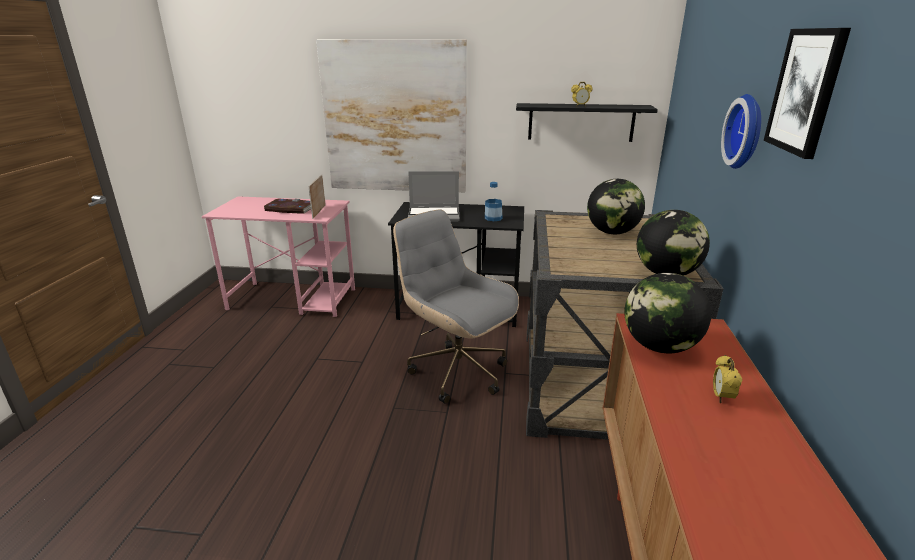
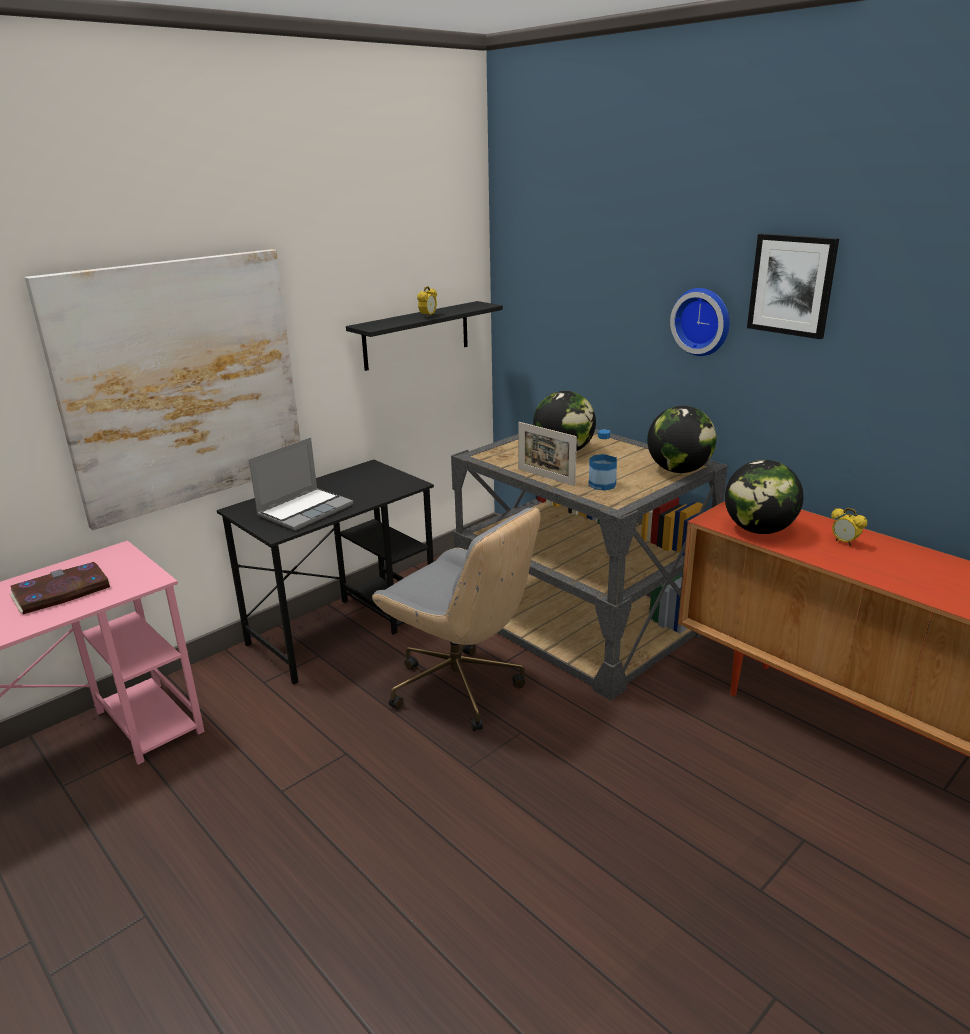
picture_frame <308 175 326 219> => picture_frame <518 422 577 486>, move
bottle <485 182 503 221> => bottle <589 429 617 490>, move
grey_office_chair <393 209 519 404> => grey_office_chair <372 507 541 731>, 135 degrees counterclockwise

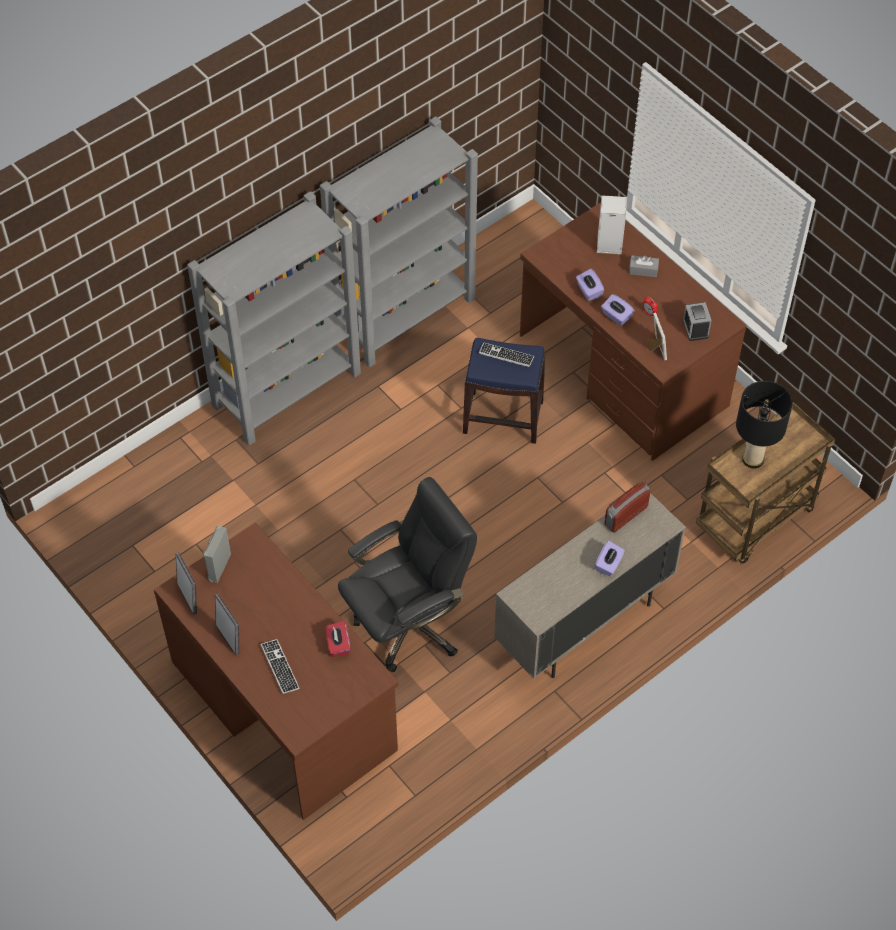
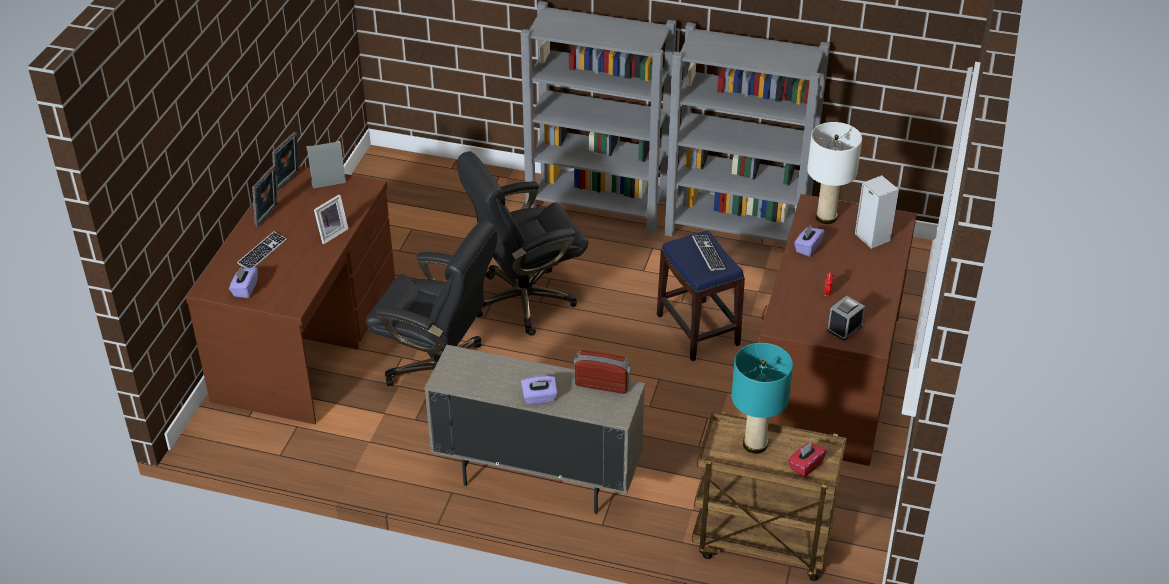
grey_tissue_box <629 256 659 277> => nothing
purple_tissue_box <601 294 635 326> => purple_tissue_box <229 266 258 298>, move
picture_frame <647 313 667 360> => picture_frame <314 195 348 244>, move
black_table_lamp <736 381 793 469> => turquoise_table_lamp <731 343 793 454>
red_tissue_box <326 621 350 657> => red_tissue_box <788 442 827 477>, move
nothing => white_table_lamp <807 122 862 224>
nothing => black_office_chair <457 151 588 336>

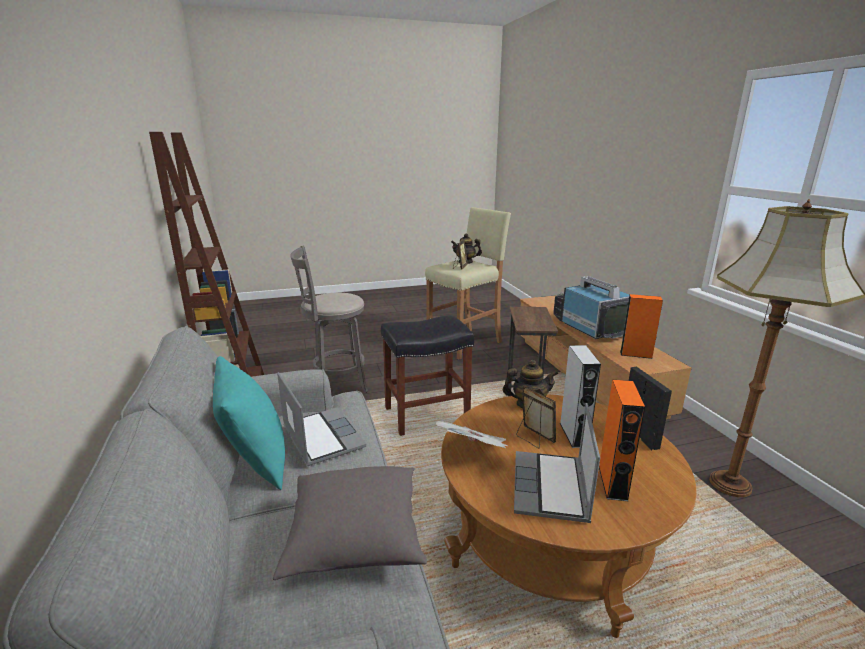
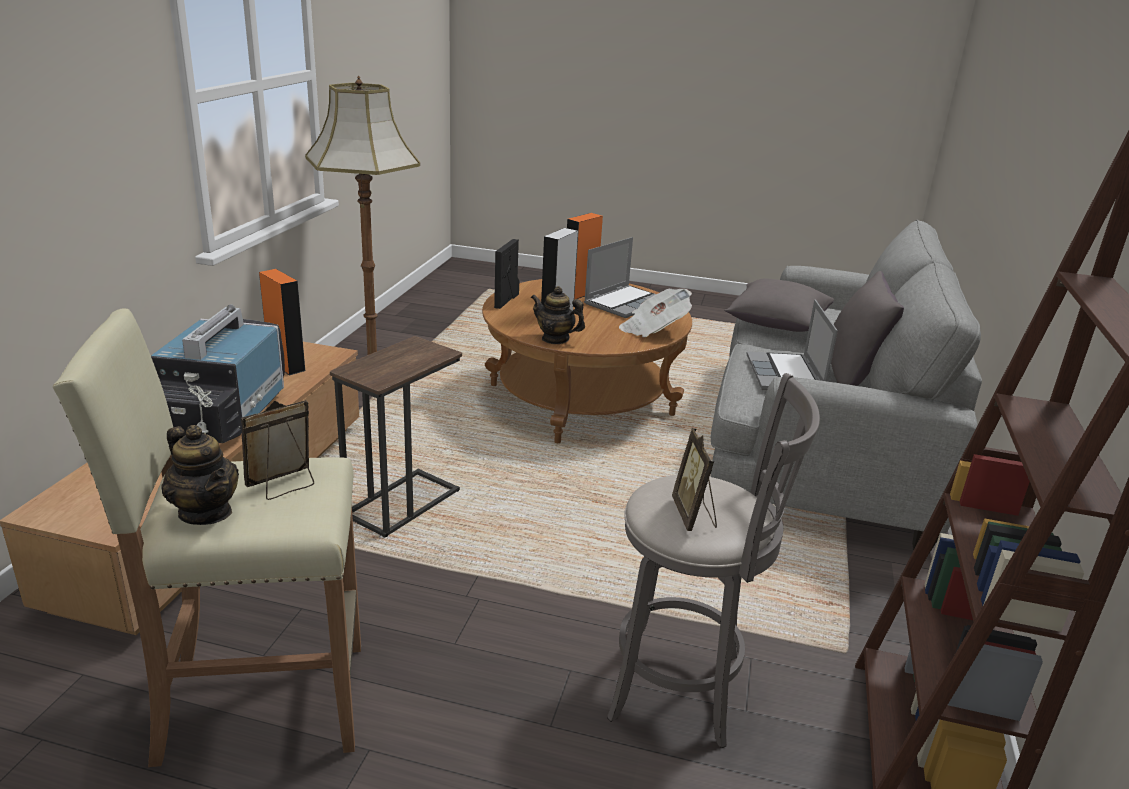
black_stool <381 315 474 436> => nothing
turquoise_pillow <213 356 285 490> => grey_pillow <831 271 904 386>
picture_frame <516 386 556 449> => picture_frame <672 428 717 531>, move

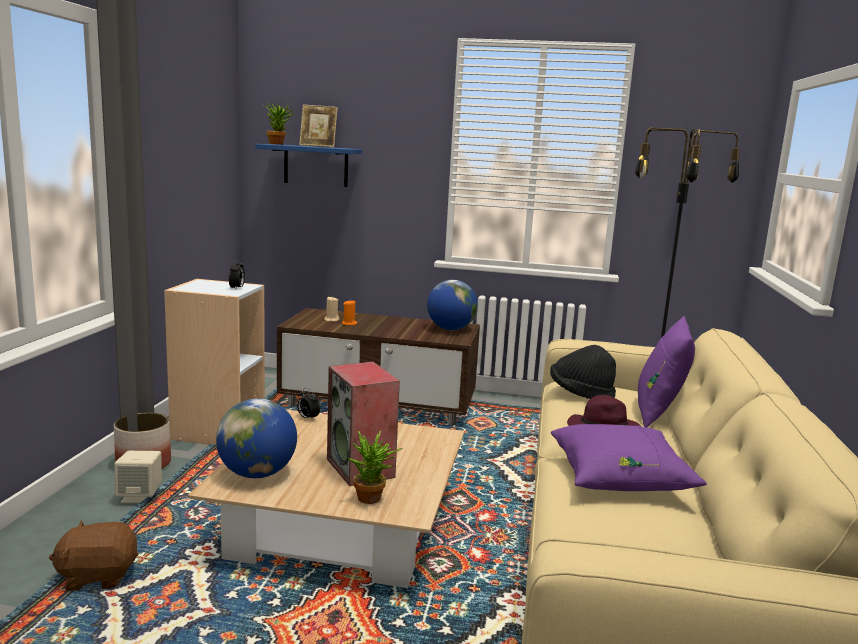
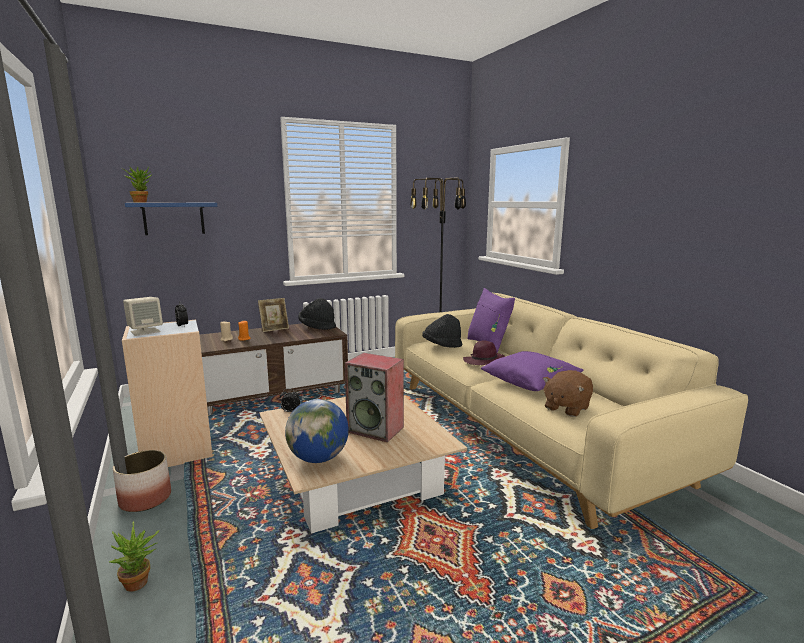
picture_frame <299 104 338 147> => picture_frame <258 298 289 332>, move
globe <427 280 478 330> => black_hat <298 298 336 330>
potted_plant <348 431 402 504> => potted_plant <109 521 160 592>, move
beige_speaker <114 451 162 504> => beige_speaker <123 297 163 336>, move
brown_plush_toy <49 521 138 591> => brown_plush_toy <543 370 593 417>, move

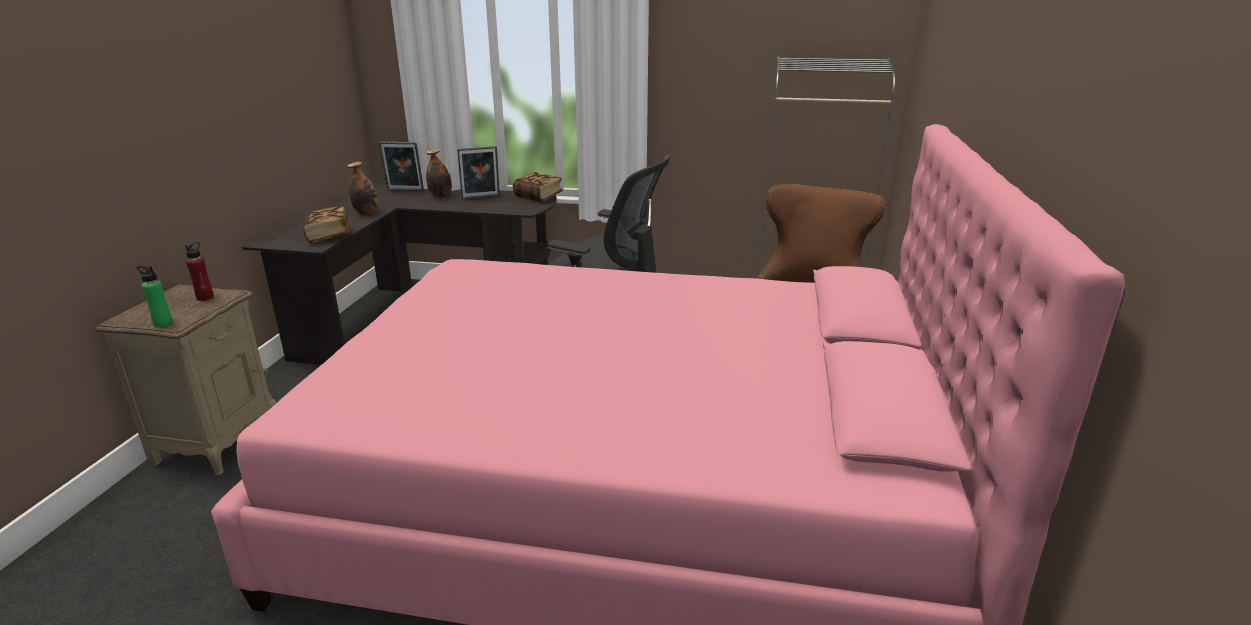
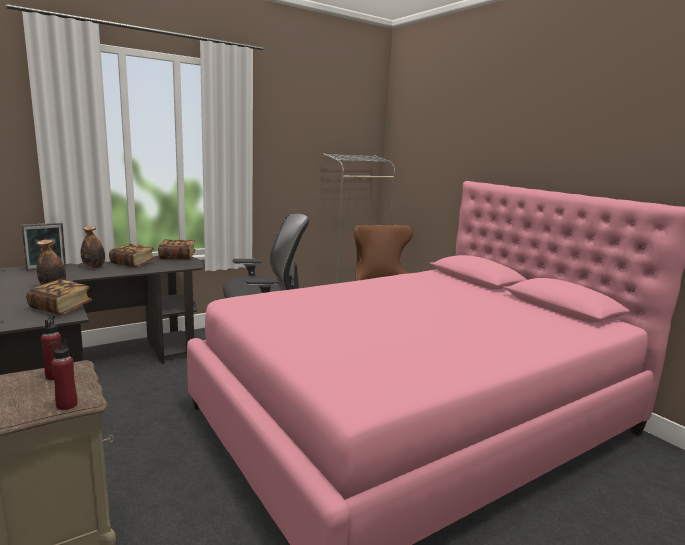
picture_frame <457 146 500 199> => book <109 244 155 267>
green_bottle <137 266 173 328> => red_bottle <49 340 77 410>

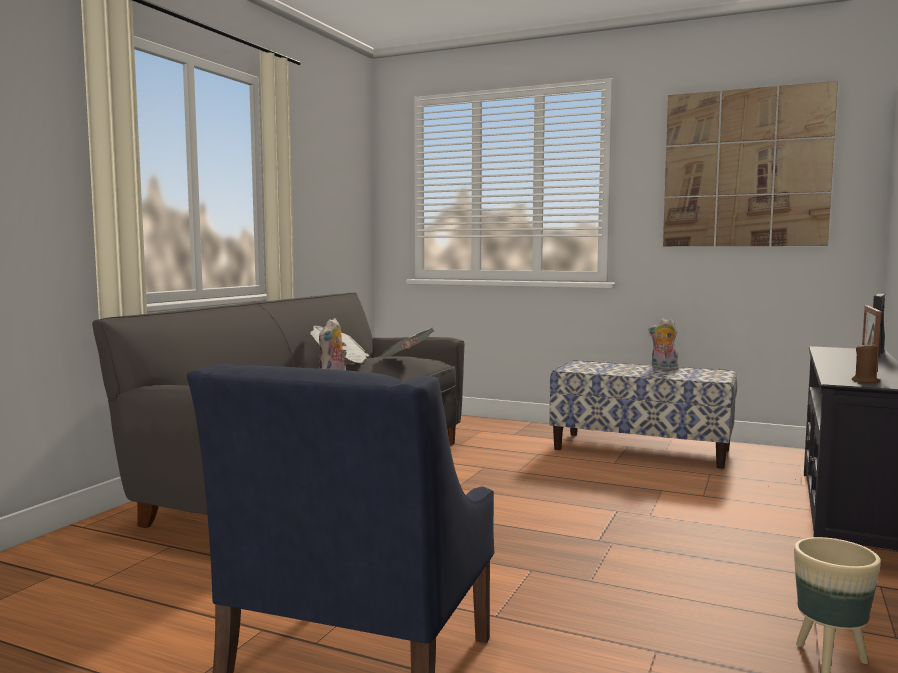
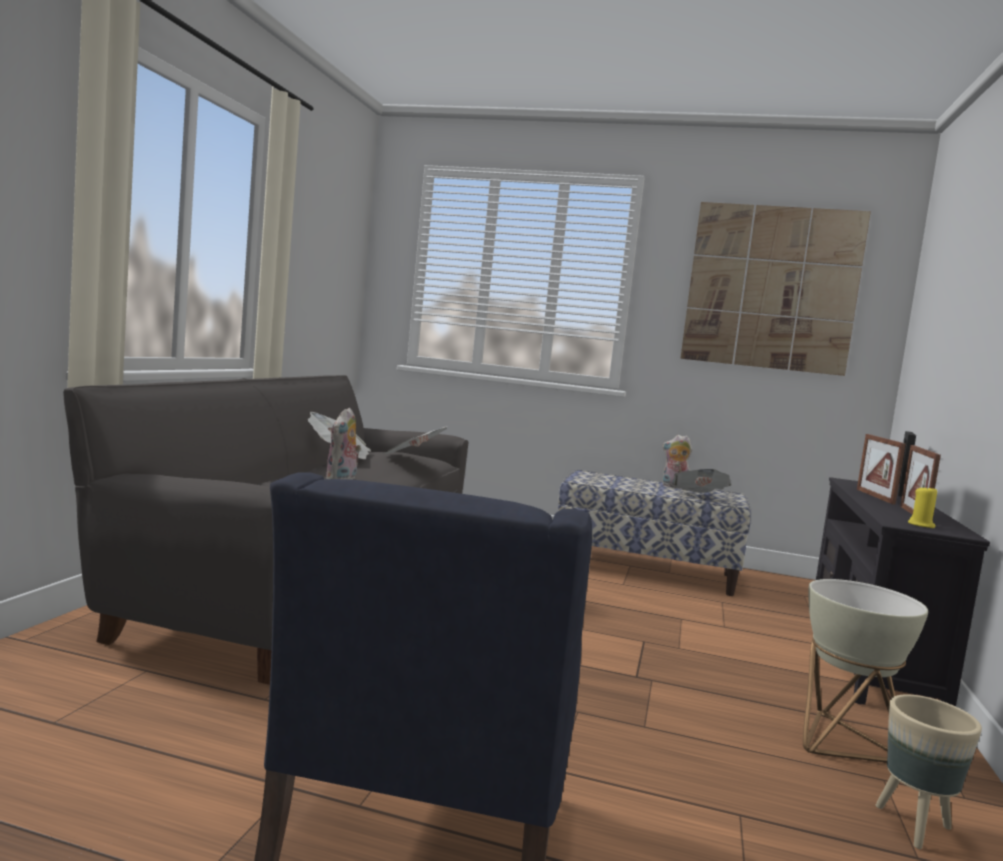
brown_candle <852 343 880 383> => yellow_candle <908 485 937 528>
nothing => picture_frame <857 434 906 505>
nothing => newspaper <674 469 731 493>
nothing => planter <803 579 928 763>

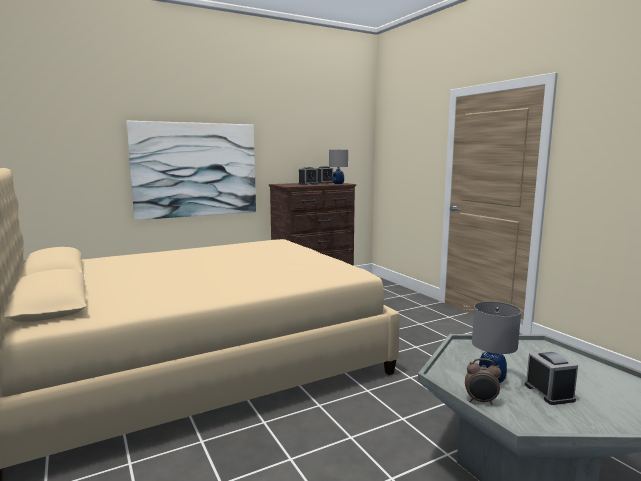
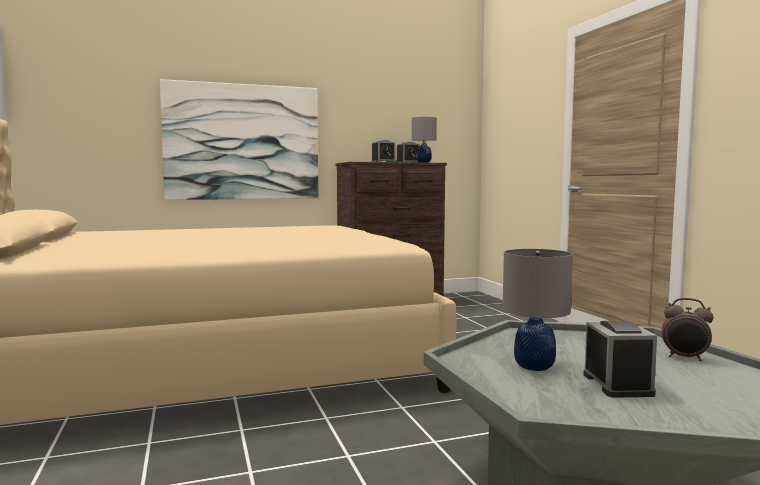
alarm_clock <465 358 501 405> => alarm_clock <662 298 714 361>, move

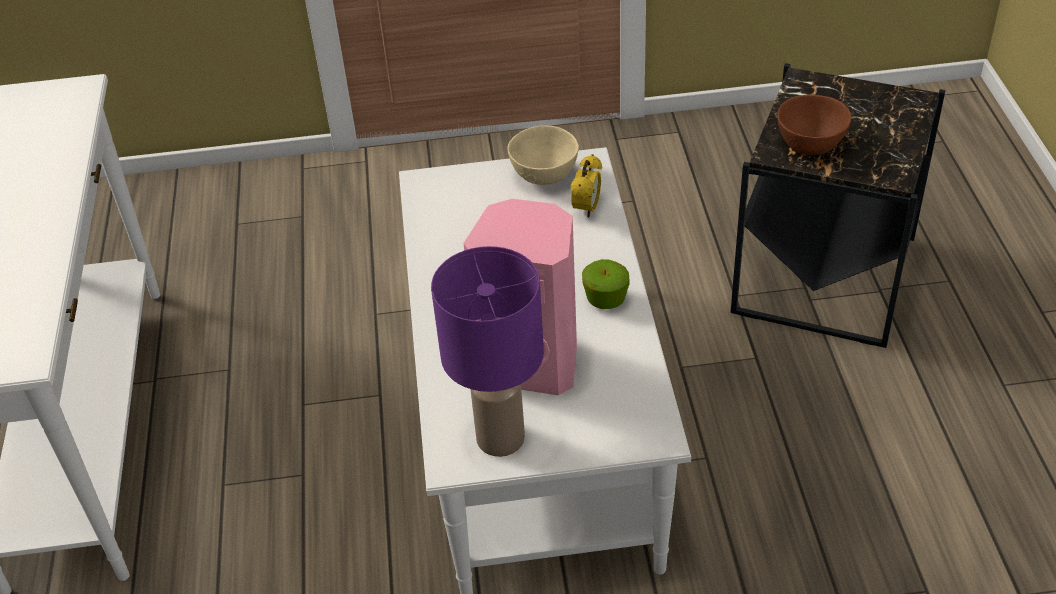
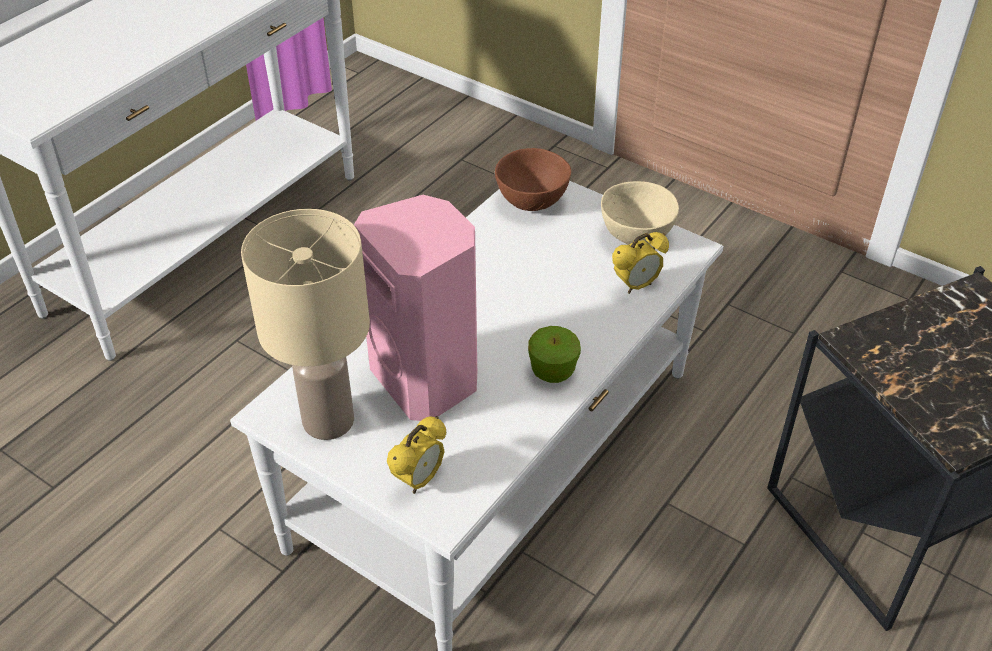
brown_bowl <777 94 851 155> => brown_bowl <495 148 571 211>, move
purple_table_lamp <431 246 544 457> => beige_table_lamp <241 209 370 440>
nothing => alarm_clock <387 416 446 494>

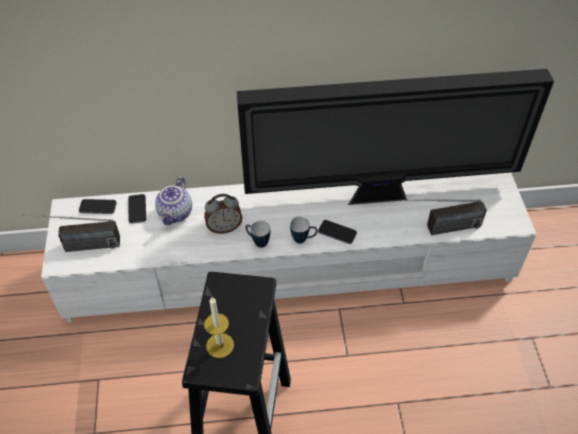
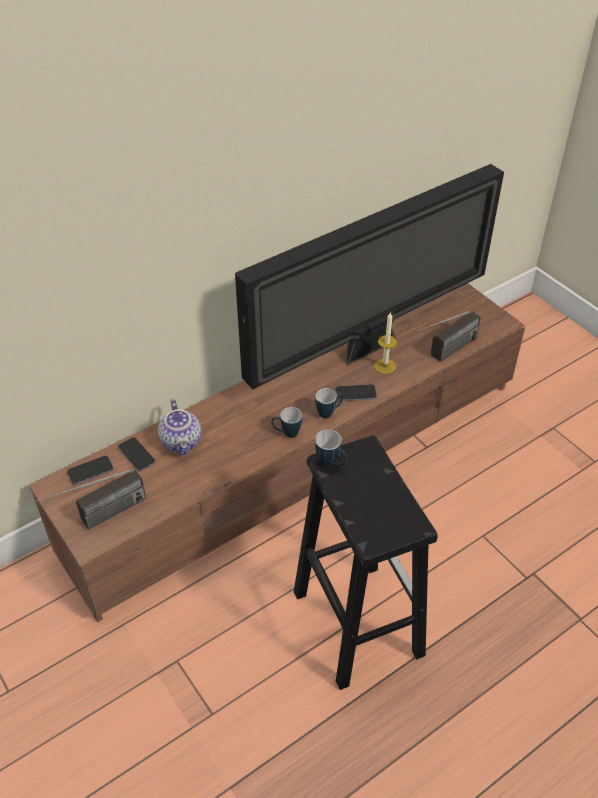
white_tv_stand <41 172 536 322> => brown_tv_stand <29 283 525 622>
alarm_clock <204 194 242 234> => nothing
candle <204 297 234 358> => candle <374 312 397 374>, move
nothing => mug <315 429 347 466>

